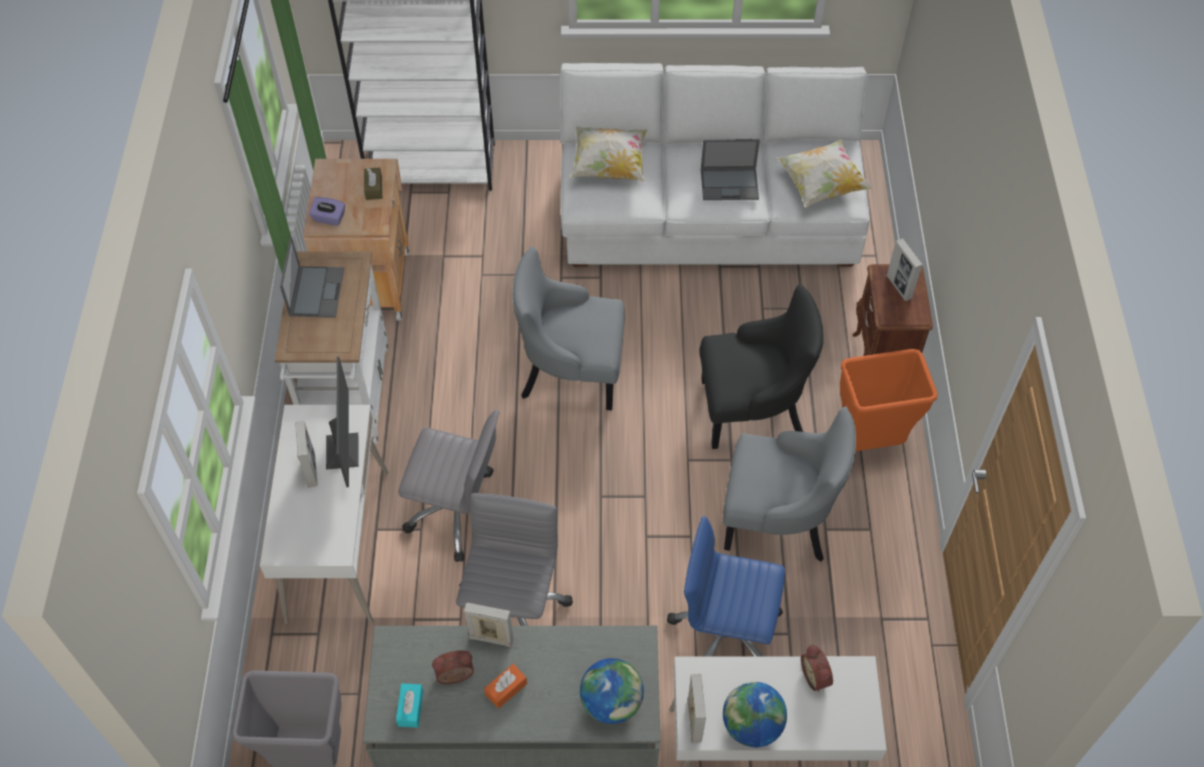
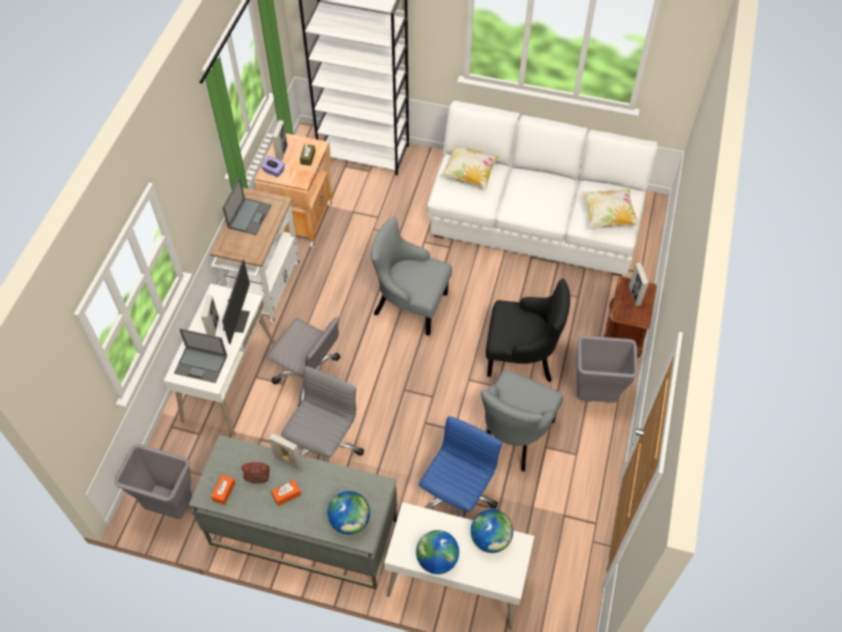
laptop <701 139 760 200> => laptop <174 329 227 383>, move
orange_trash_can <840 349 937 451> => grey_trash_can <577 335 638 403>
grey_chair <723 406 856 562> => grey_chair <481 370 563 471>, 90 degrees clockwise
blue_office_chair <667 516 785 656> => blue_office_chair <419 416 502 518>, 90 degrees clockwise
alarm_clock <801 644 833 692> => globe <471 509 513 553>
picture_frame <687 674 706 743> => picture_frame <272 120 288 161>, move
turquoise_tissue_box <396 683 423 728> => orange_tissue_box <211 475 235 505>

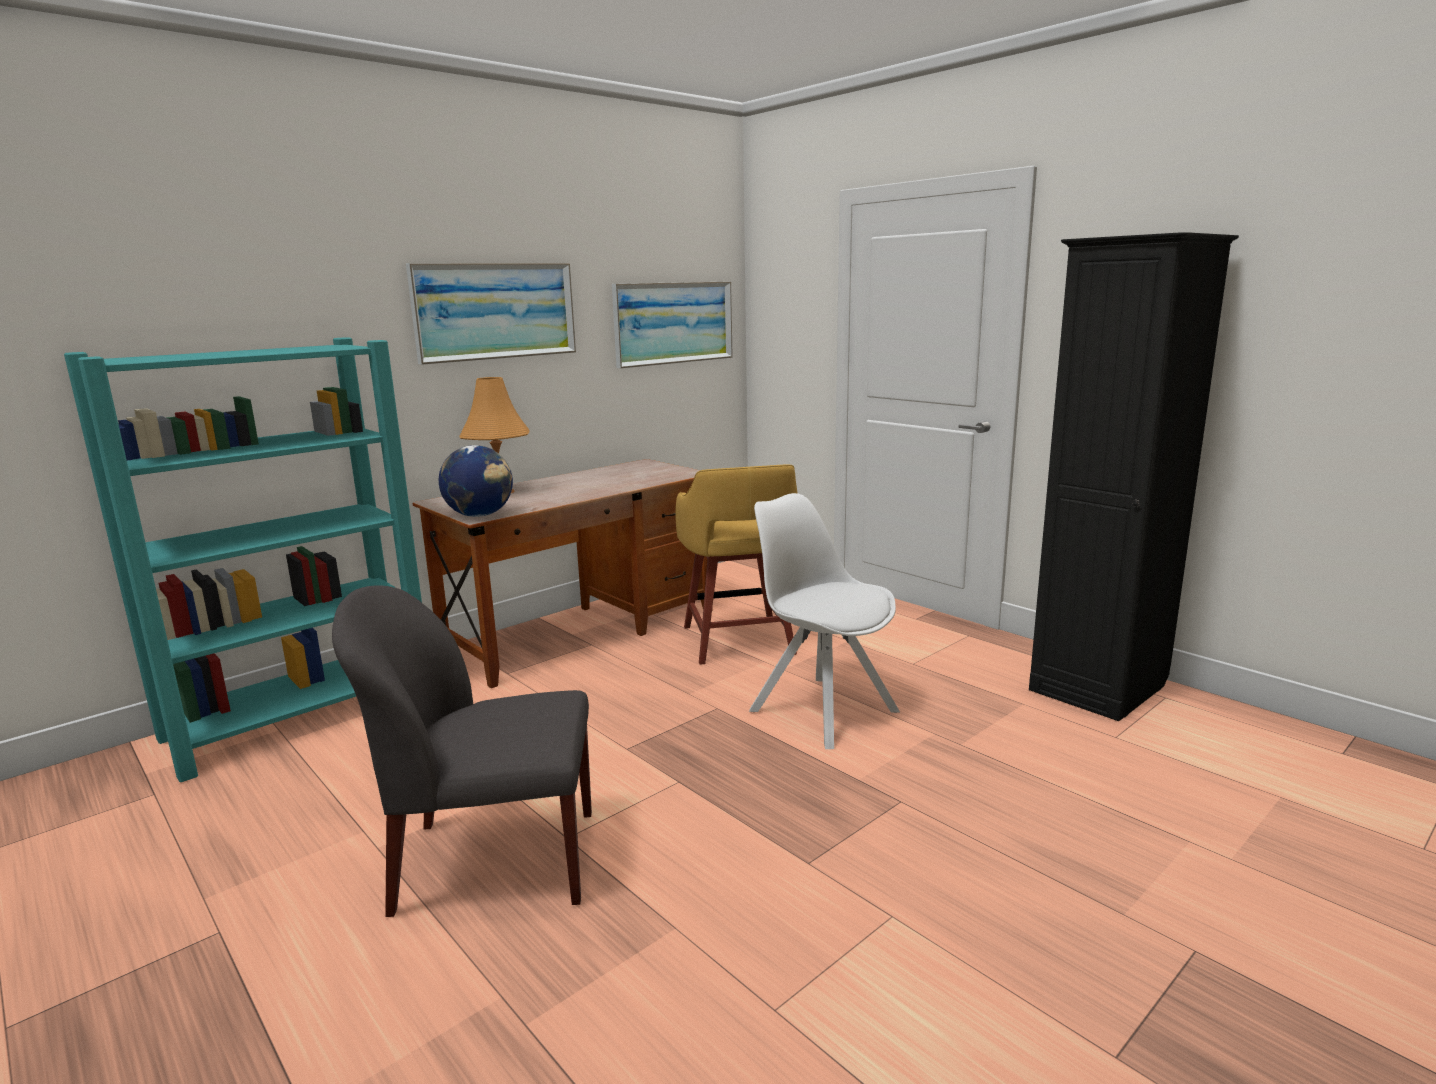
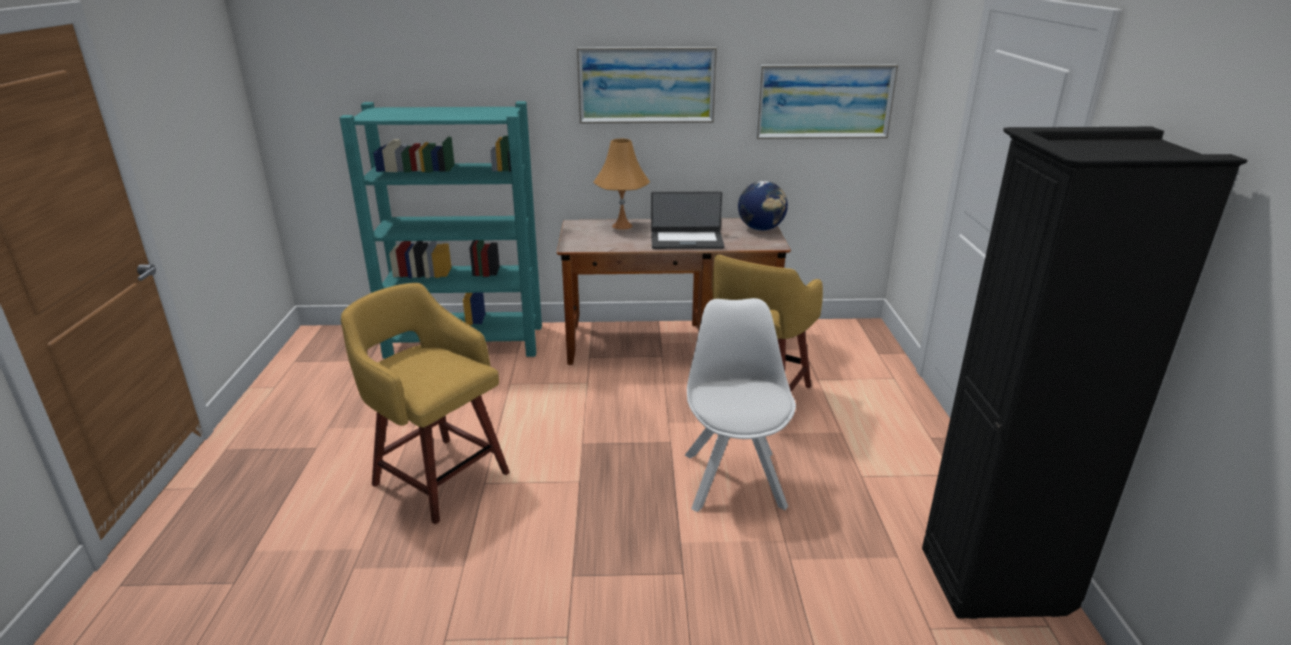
globe <439 445 513 517> => globe <738 181 788 231>, move
grey_chair <332 586 592 917> => yellow_stool <341 283 510 524>
nothing => laptop <651 192 725 249>

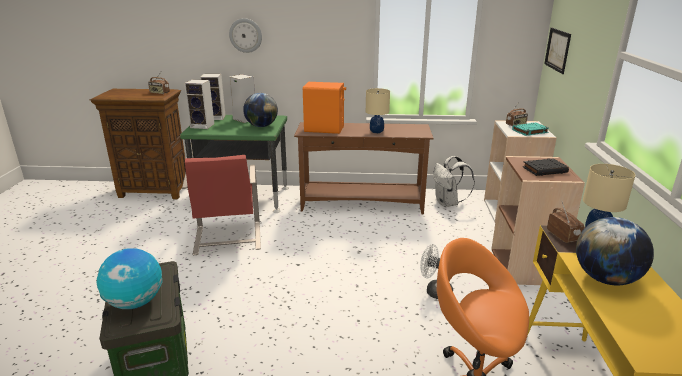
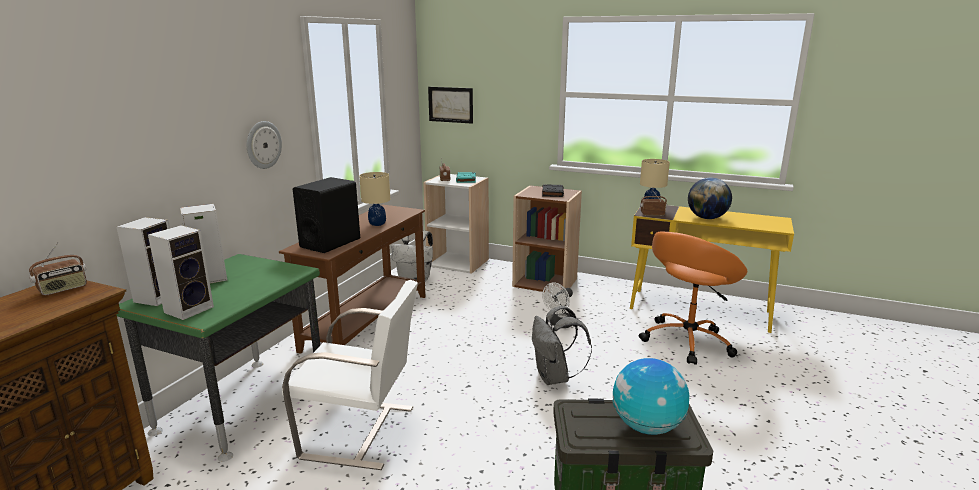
wall_clock <229 18 262 53> => wall_clock <247 121 282 169>, move
orange_speaker <303 82 346 134> => black_speaker <293 177 360 253>
globe <243 93 278 127> => nothing
red_chair <182 155 261 255> => white_chair <282 280 418 470>
nothing => grey_backpack <532 306 592 385>

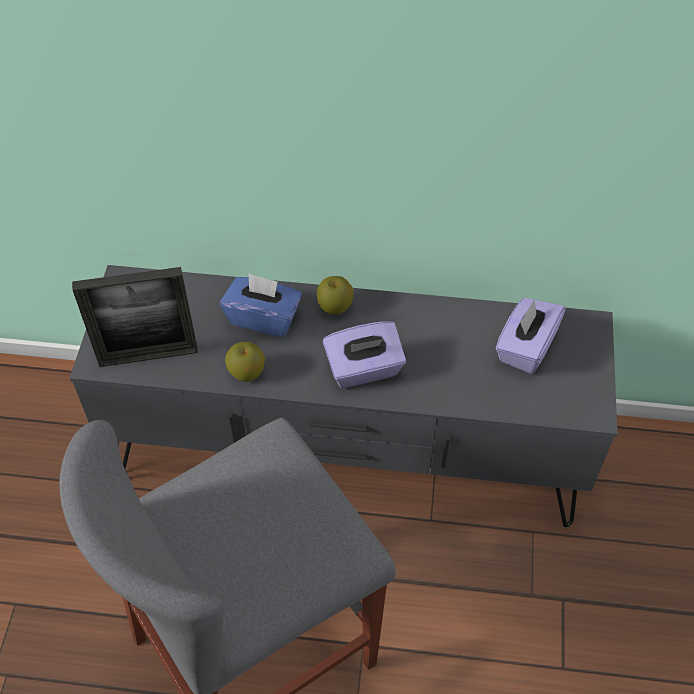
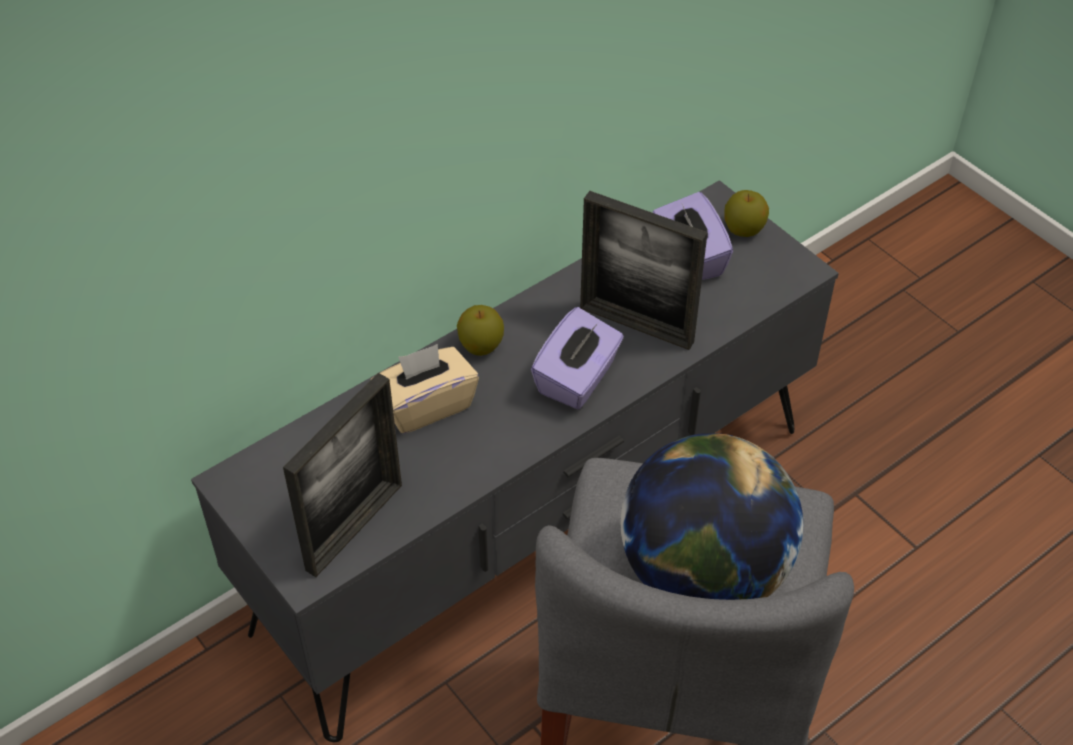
blue_tissue_box <220 273 302 337> => beige_tissue_box <371 344 479 434>
apple <225 342 265 382> => apple <724 190 769 237>, move
nothing => picture_frame <580 191 708 350>
nothing => globe <620 433 803 600>

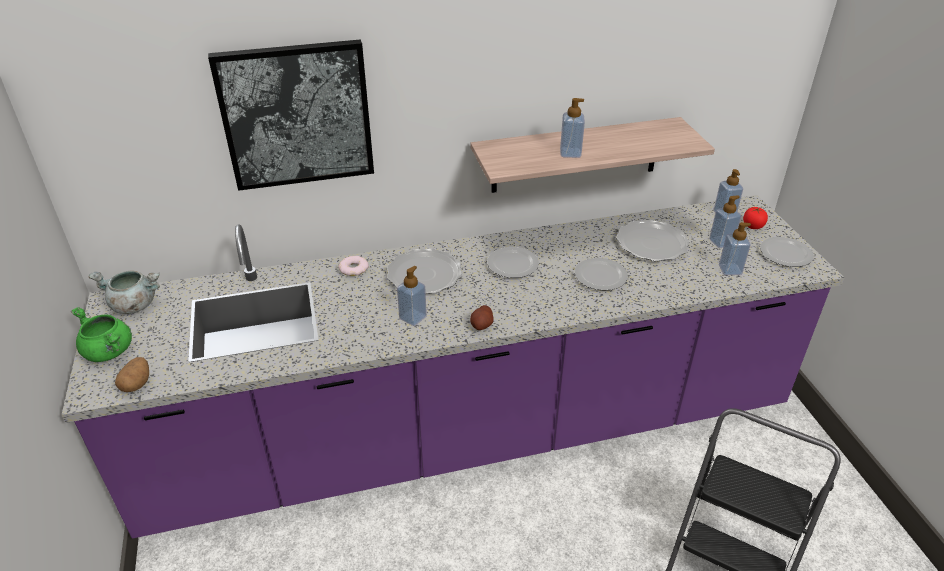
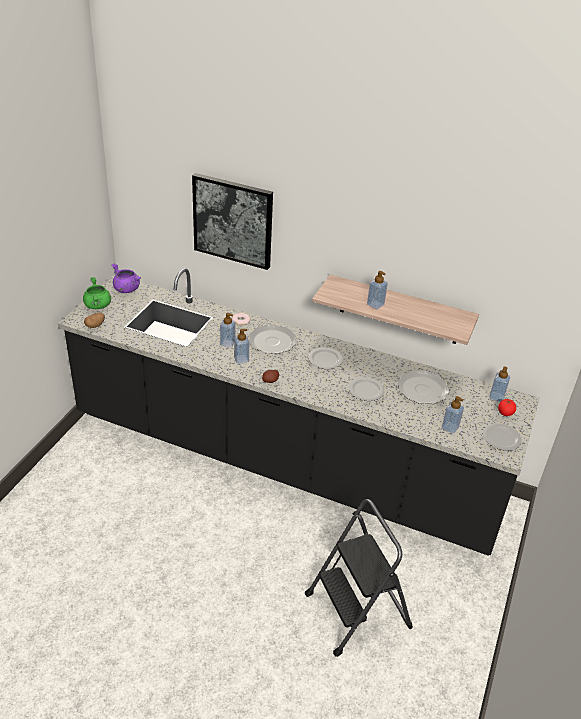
purple_counter <62 195 845 539> => black_counter <58 268 540 556>
soap_dispenser <709 196 741 248> => soap_dispenser <220 313 236 347>, move
grey_cooking_pot <88 271 160 314> => purple_cooking_pot <111 264 141 293>

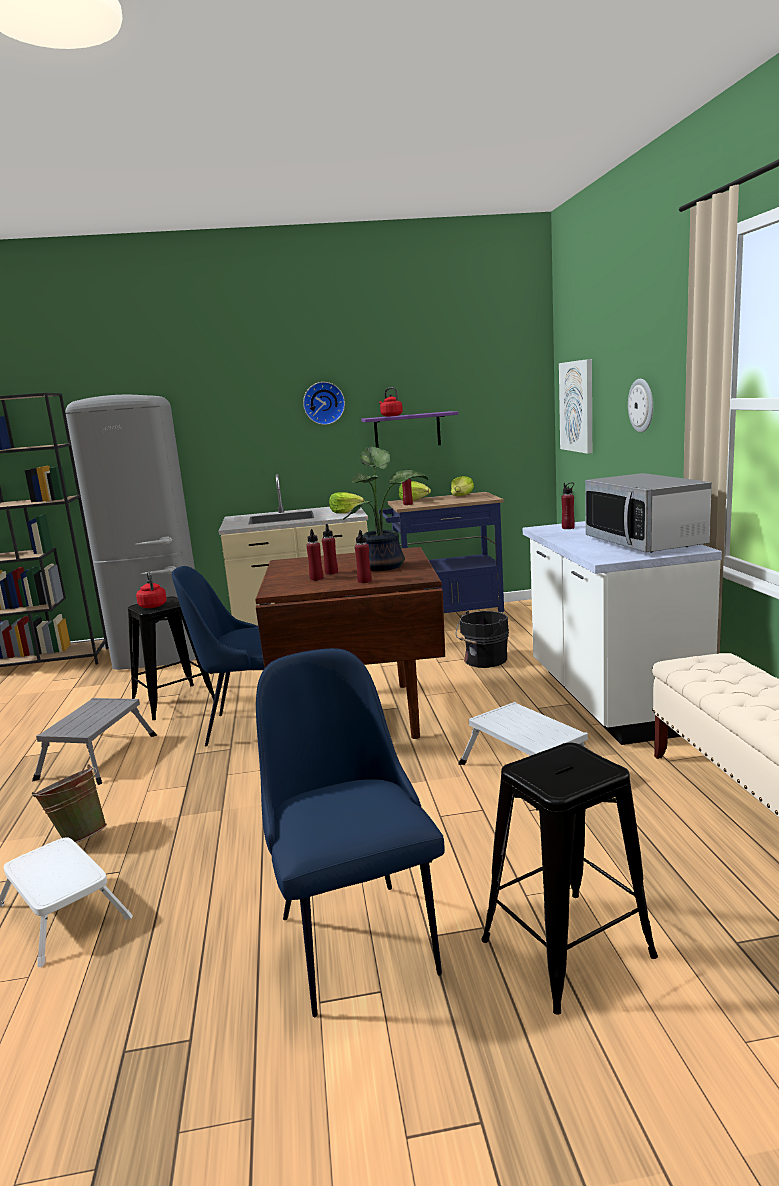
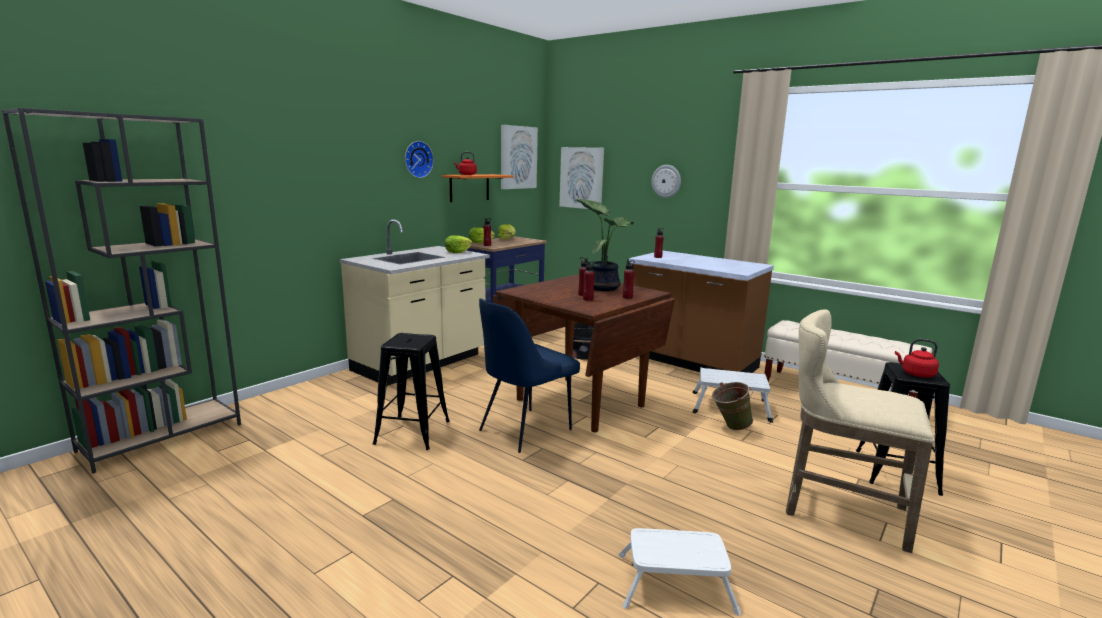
grey_fridge <65 395 196 670> => nothing
purple_shelf <361 411 458 448> => orange_shelf <442 174 514 202>
microwave <585 473 712 553> => nothing
white_counter <523 521 722 745> => brown_counter <629 250 774 373>
red_kettle <136 572 167 608> => red_kettle <895 339 939 377>, move
blue_chair <256 648 444 1017> => beige_stool <786 309 935 553>
grey_step_ladder <32 698 157 785> => nothing
green_bucket <32 764 107 843> => green_bucket <712 382 753 430>, move
nothing => picture <501 125 538 189>

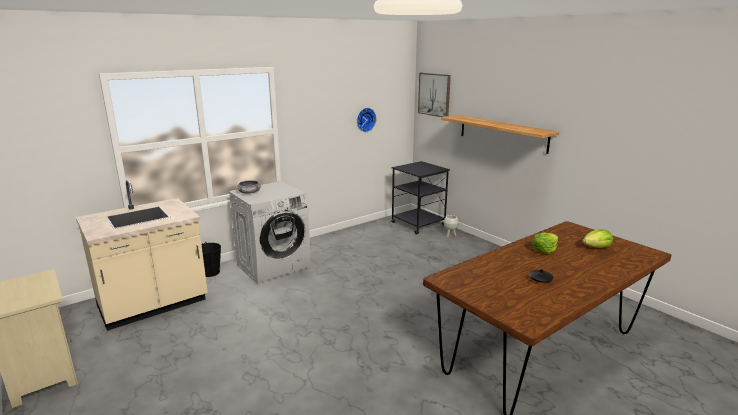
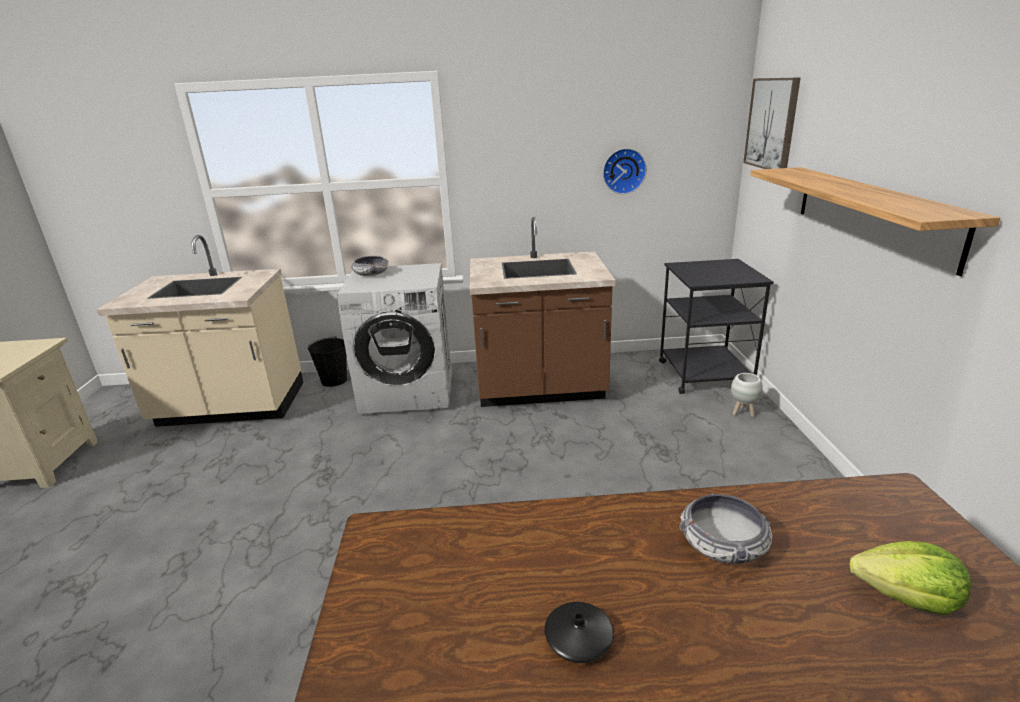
lettuce <532 233 558 254> => bowl <679 493 772 564>
nothing => brown_counter <470 217 615 407>

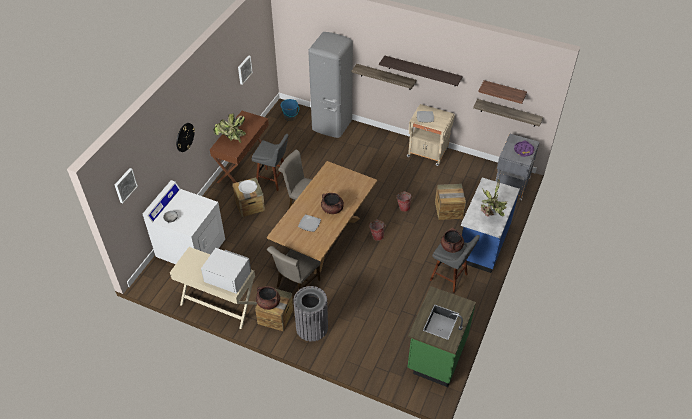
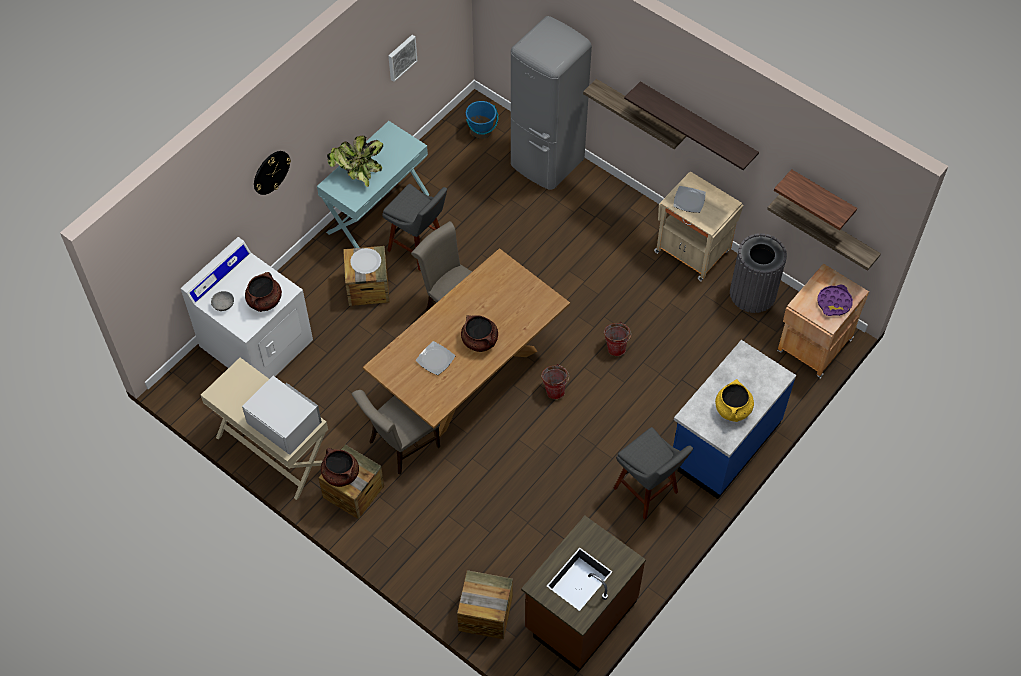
brown_desk <210 111 269 183> => turquoise_desk <317 121 430 248>
grey_cart <495 134 540 200> => brown_cart <778 264 869 379>
picture <115 168 138 203> => nothing
potted_plant <481 179 508 217> => yellow_cooking_pot <715 379 754 422>
crate <435 184 466 220> => crate <457 570 513 639>, move
brown_cooking_pot <441 227 464 253> => brown_cooking_pot <245 272 282 312>, move
grey_trash_can <293 286 328 342> => grey_trash_can <730 233 787 313>, move
green_counter <408 286 476 387> => brown_counter <521 516 646 672>

